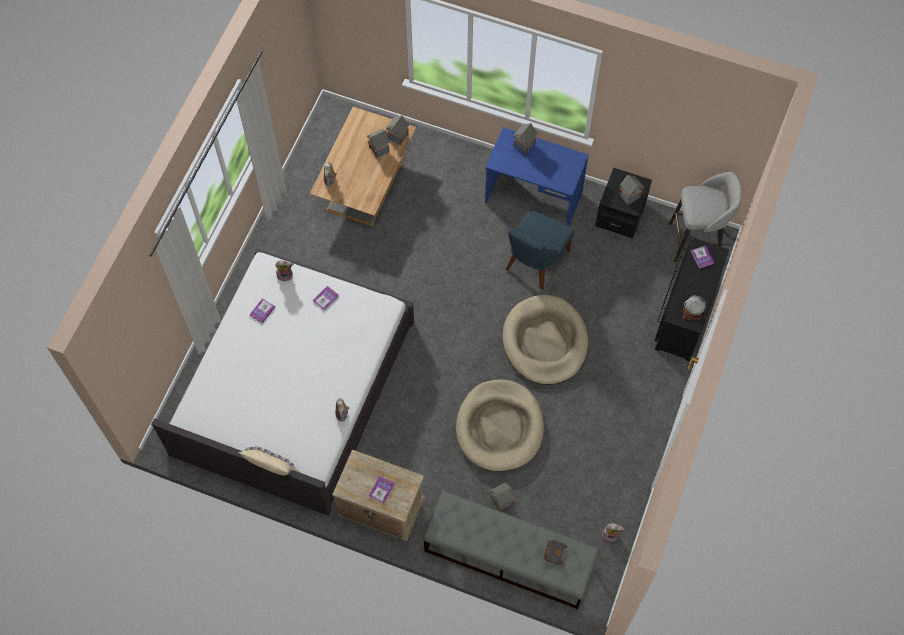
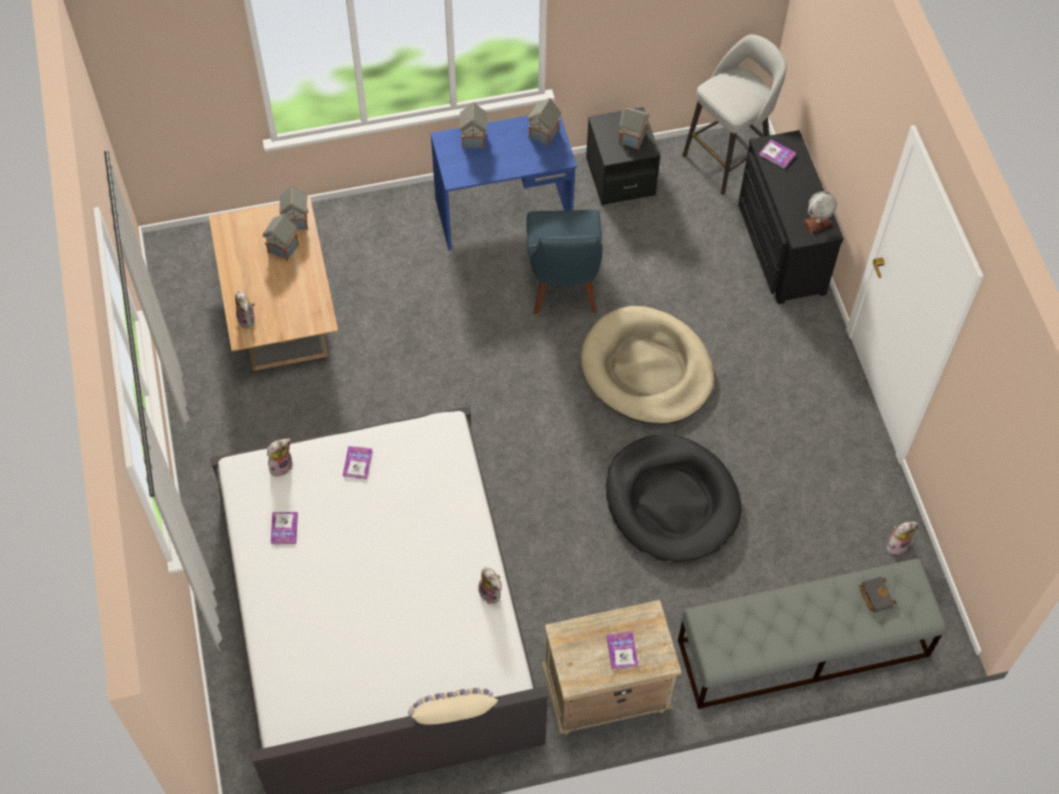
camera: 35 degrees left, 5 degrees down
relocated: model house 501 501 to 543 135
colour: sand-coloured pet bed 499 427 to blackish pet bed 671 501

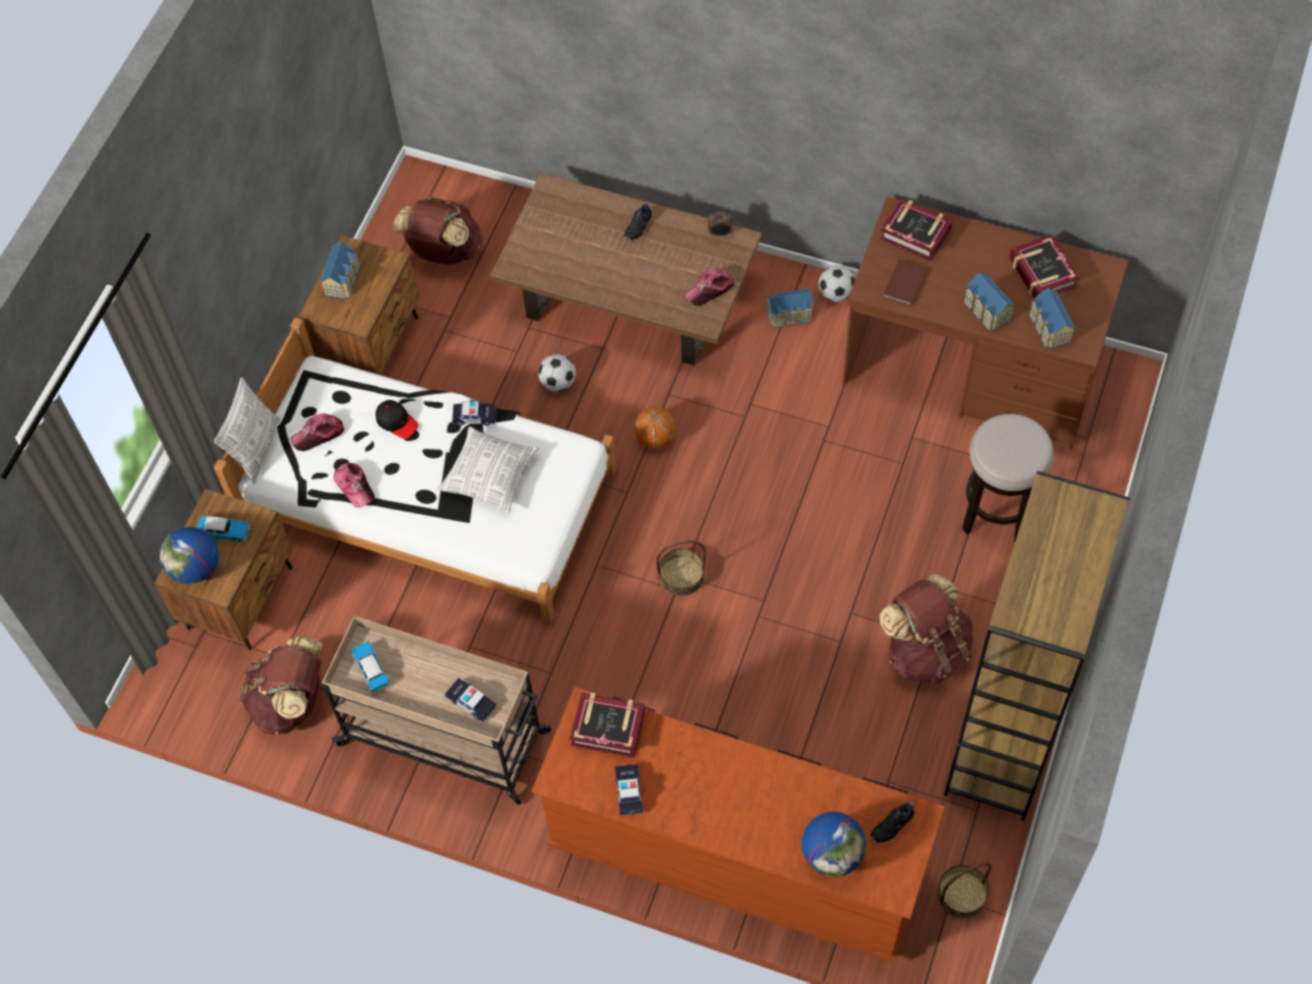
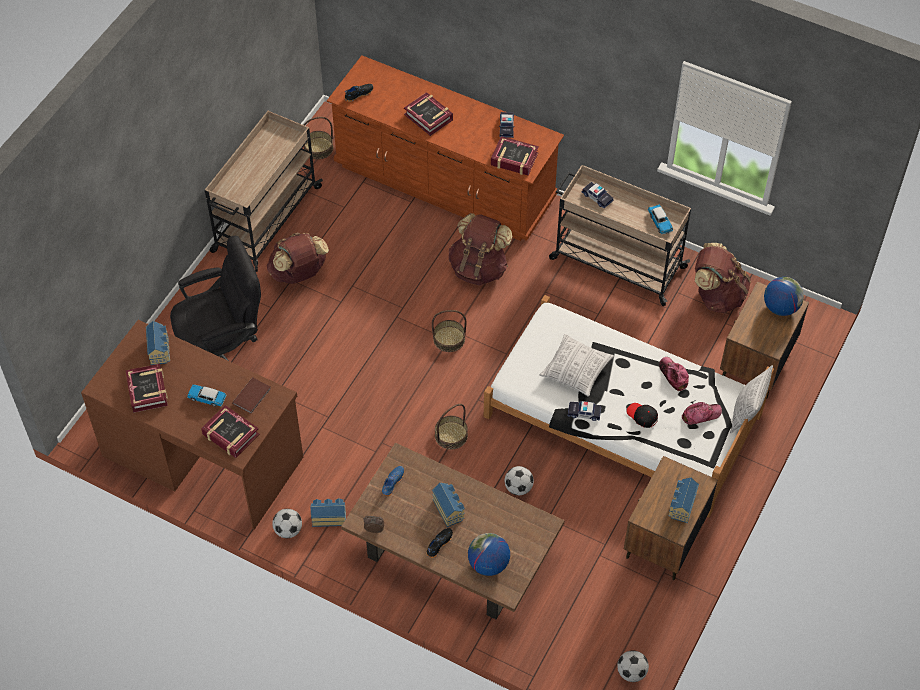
camera: 175 degrees left, 5 degrees down
appeared: volume 428 117; football 631 672
relocated: toy car 224 532 to 207 398; model house 986 311 to 449 509; brown-coloured backpack 444 252 to 479 268; desk globe 832 854 to 488 564
exchanged: sitting stool 996 513 to blackish computer chair 223 351; brown-coloured bookcase 1005 738 to sand-coloured cart 265 220; peaked cap 710 289 to blue shoe 392 482; basketball ball 655 438 to basket 451 435

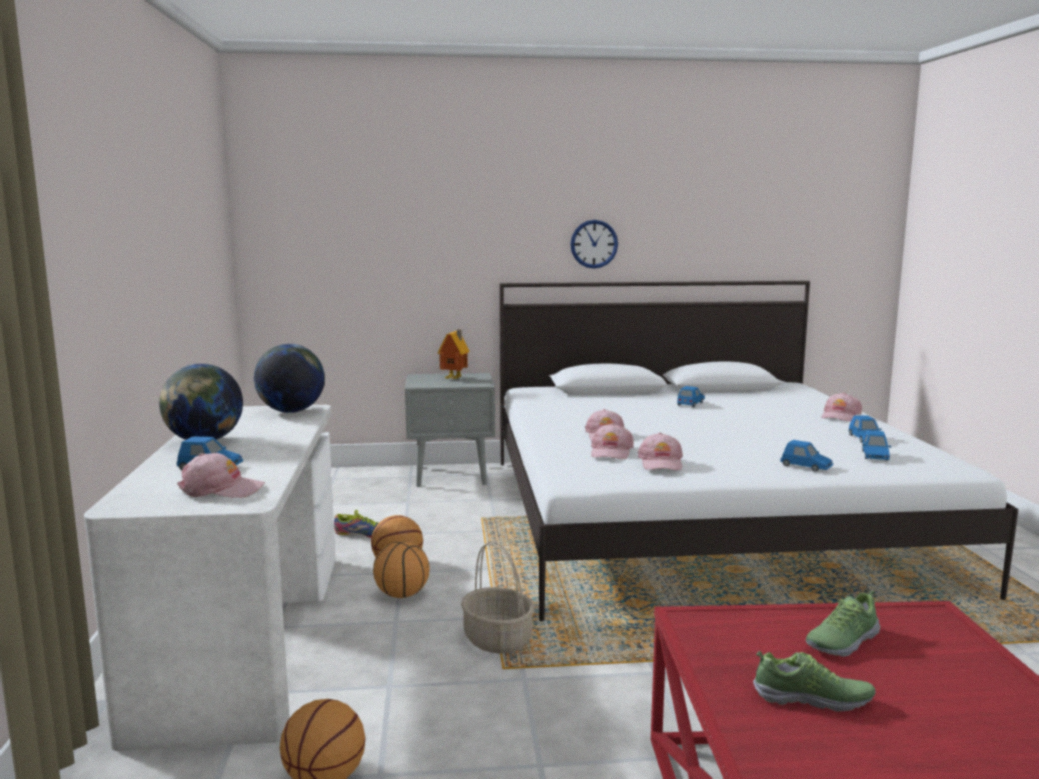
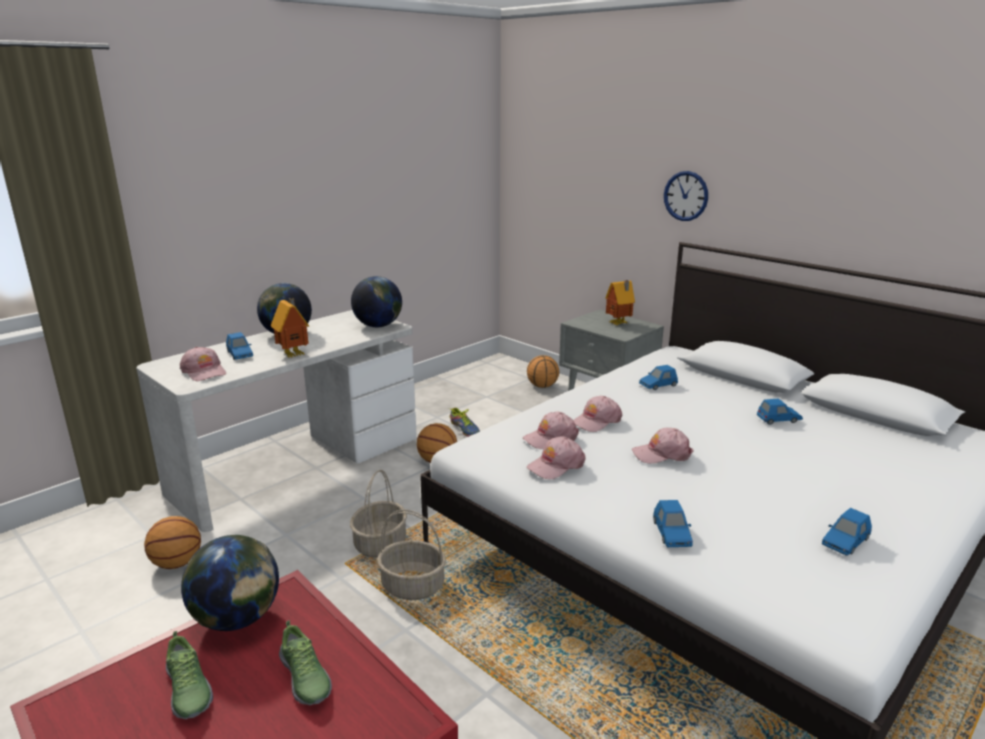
camera: 50 degrees right, 10 degrees up
appeared: desk globe 237 619; model house 294 355; basket 413 586
relocated: basketball ball 402 594 to 542 386; pinkish peaked cap 840 416 to 662 454; blue toy car 875 456 to 658 385; wall clock 594 244 to 686 196
spun: shoe 841 641 = 305 678 135 degrees counterclockwise

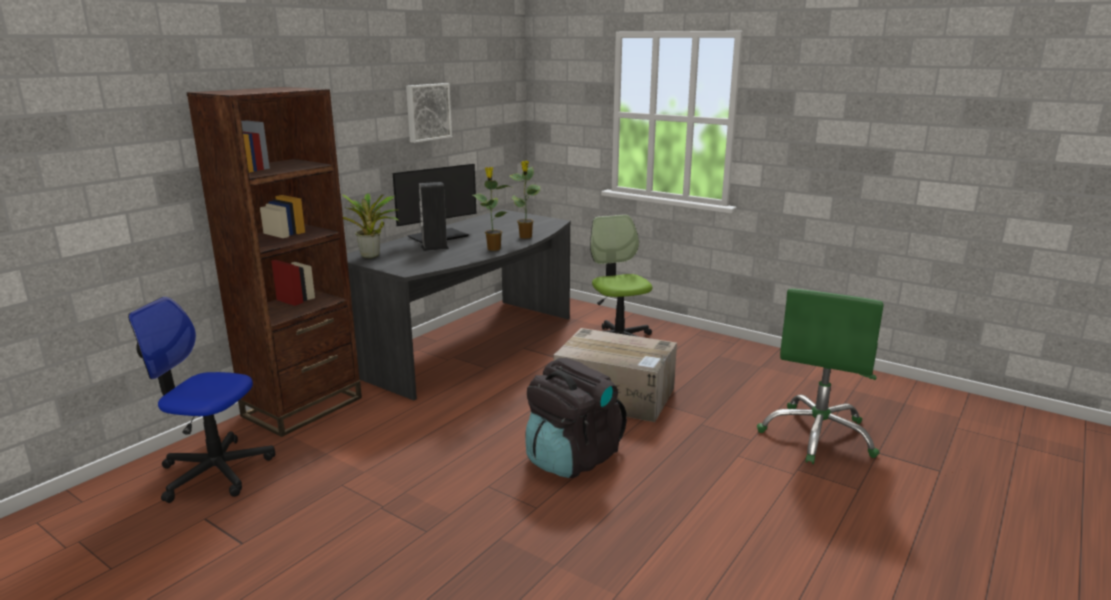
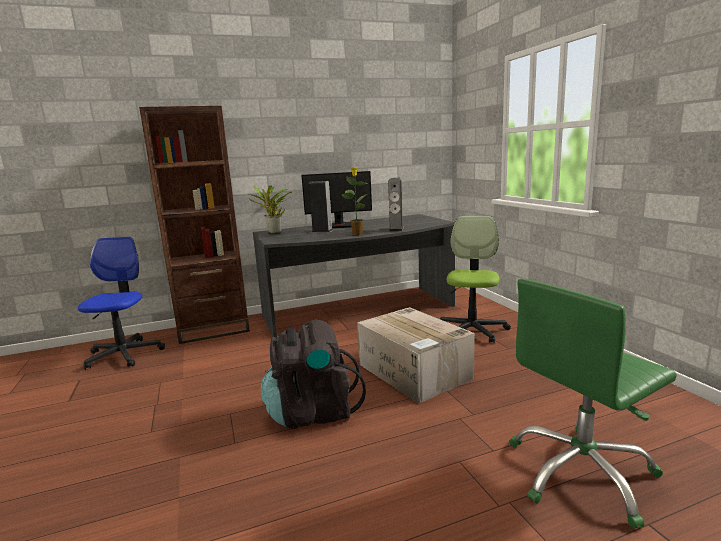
camera: 35 degrees right, 5 degrees down
missing: picture 427 112
exchanged: potted plant 525 237 to loudspeaker 396 229
spun: computer chair 215 471 = 124 354 45 degrees clockwise

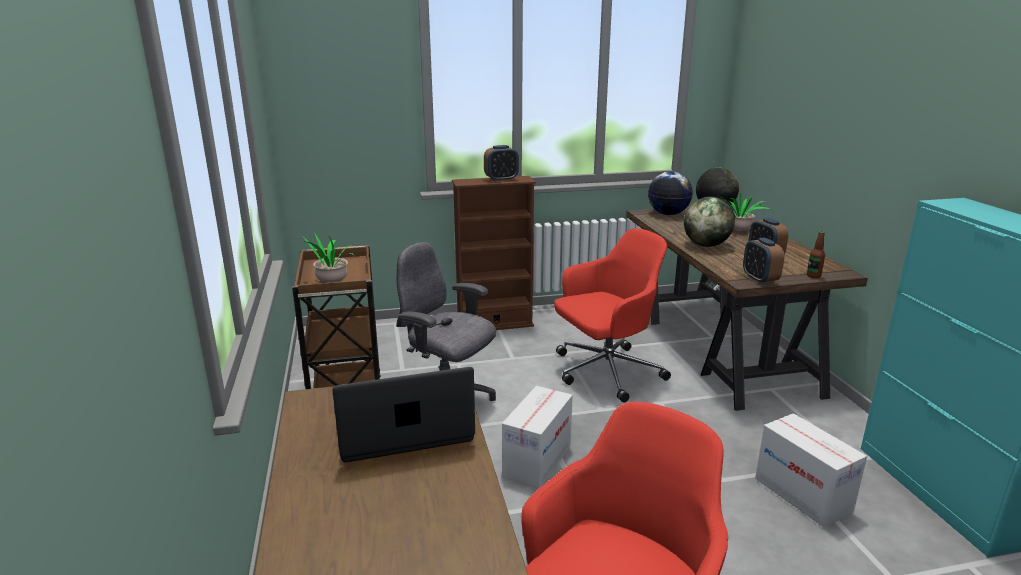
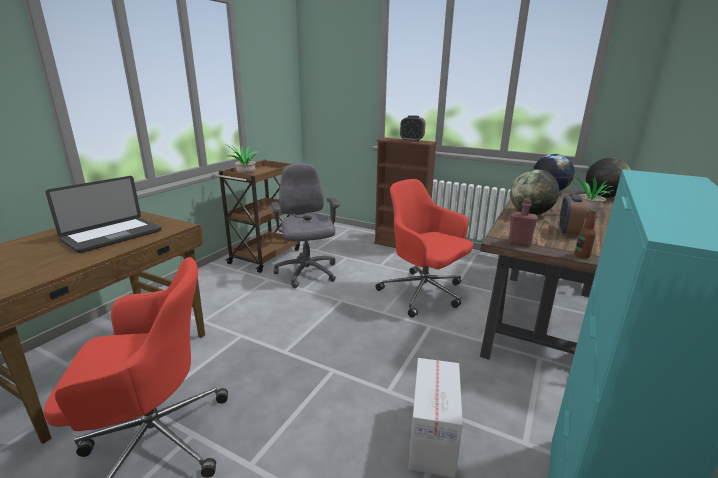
camera: 40 degrees right, 0 degrees up
missing: cardboard box 537 460
exchanged: alarm clock 760 279 to red bottle 519 243
spun: notebook computer 404 432 = 113 236 105 degrees clockwise; red computer chair 605 372 = 424 293 150 degrees counterclockwise

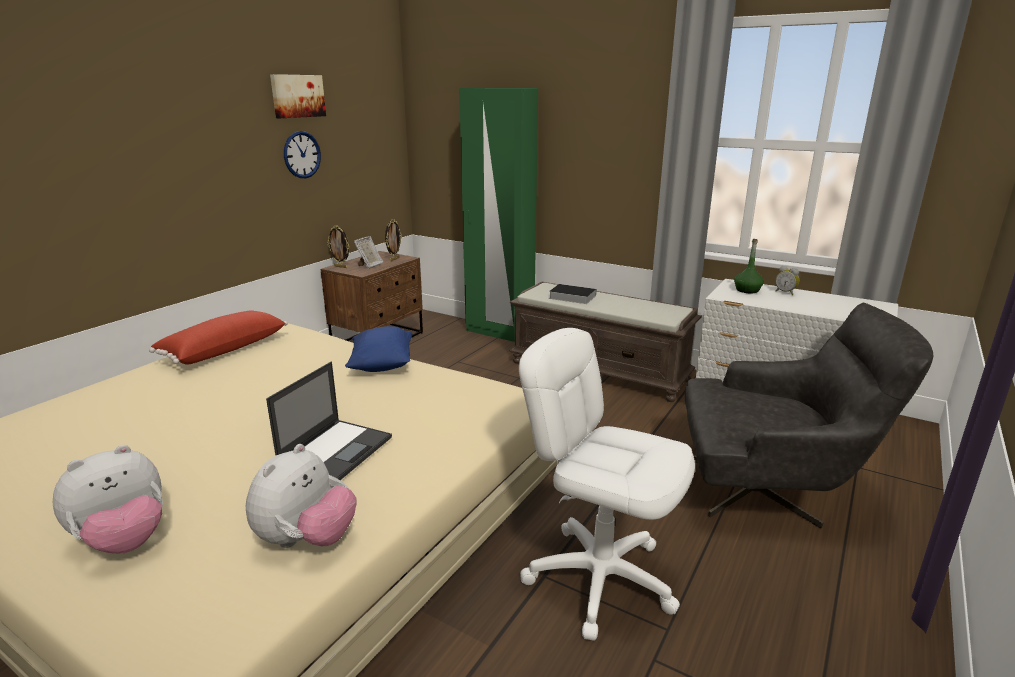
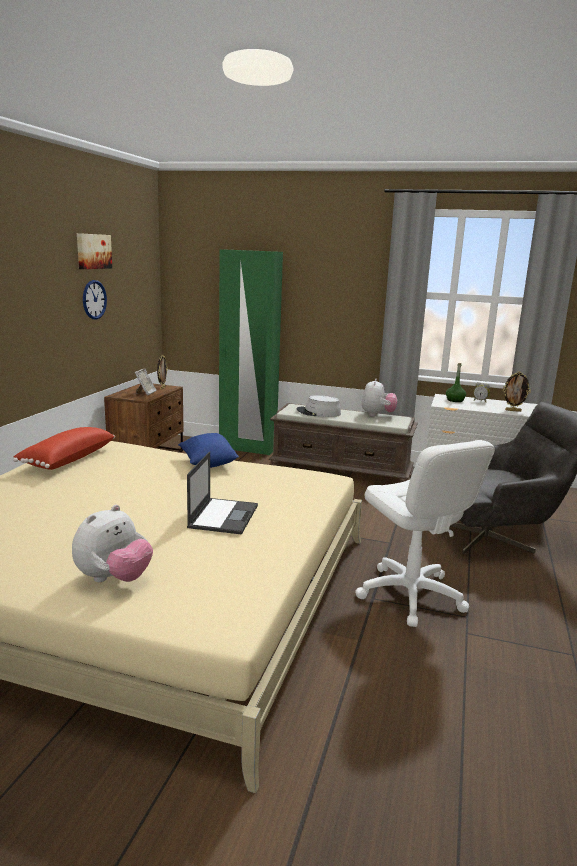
camera: 15 degrees left, 5 degrees down
relocated: plush toy 306 540 to 377 415; standing frame 341 267 to 513 410
exchanged: volume 570 297 to greyish hat 318 412
spun: white computer chair 600 578 = 410 595 135 degrees counterclockwise

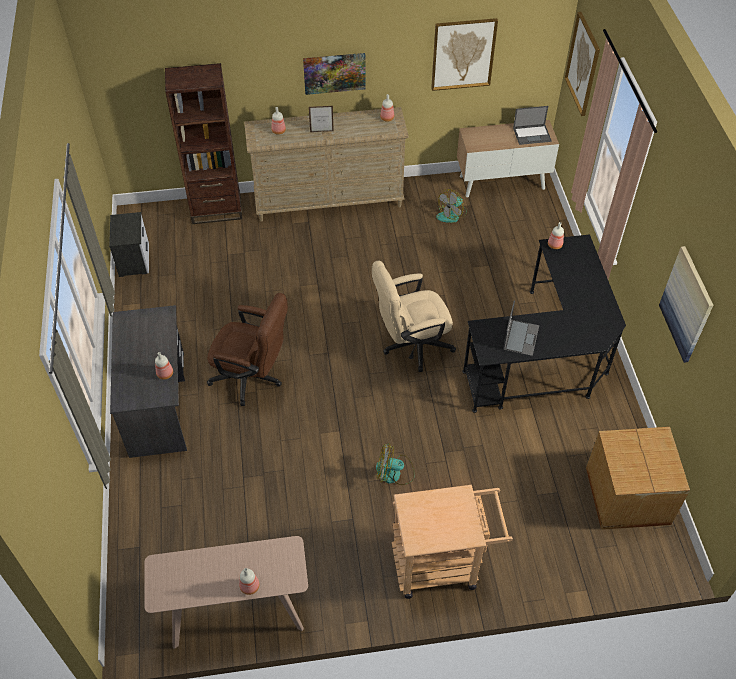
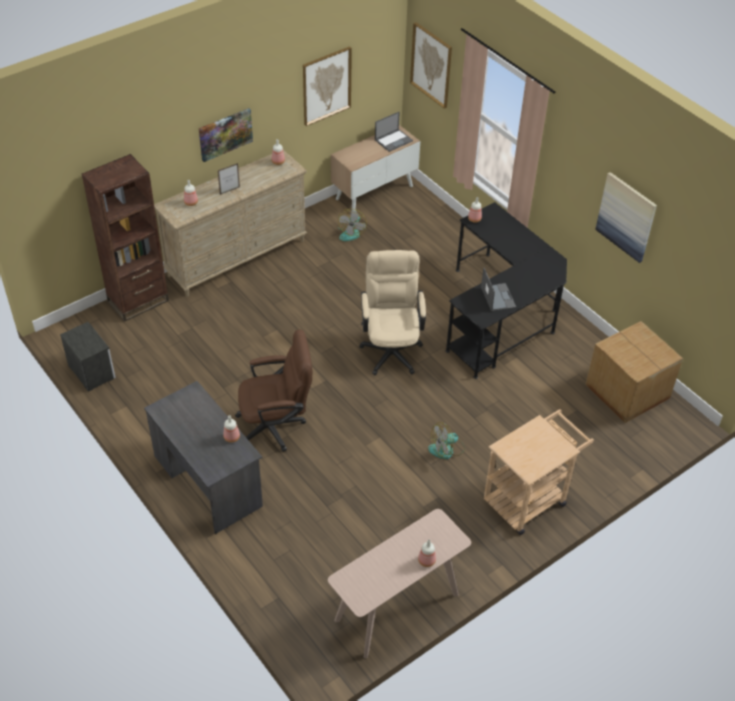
camera: 30 degrees left, 5 degrees down
spun: sand-coloured computer chair 411 345 = 391 348 135 degrees clockwise

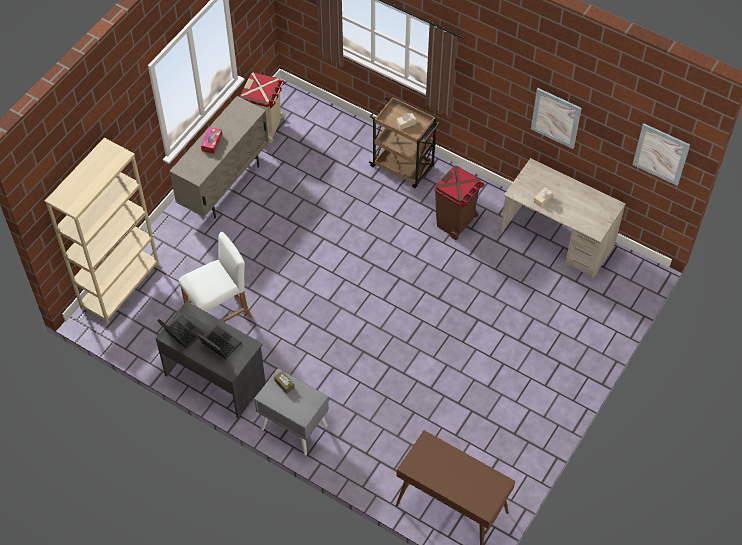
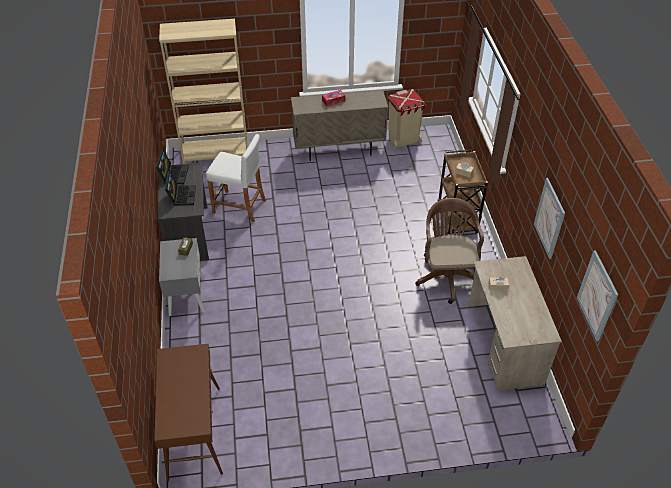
camera: 50 degrees right, 10 degrees down
exchanged: brown-coloured rubbish bin 455 222 to brown-coloured computer chair 447 275

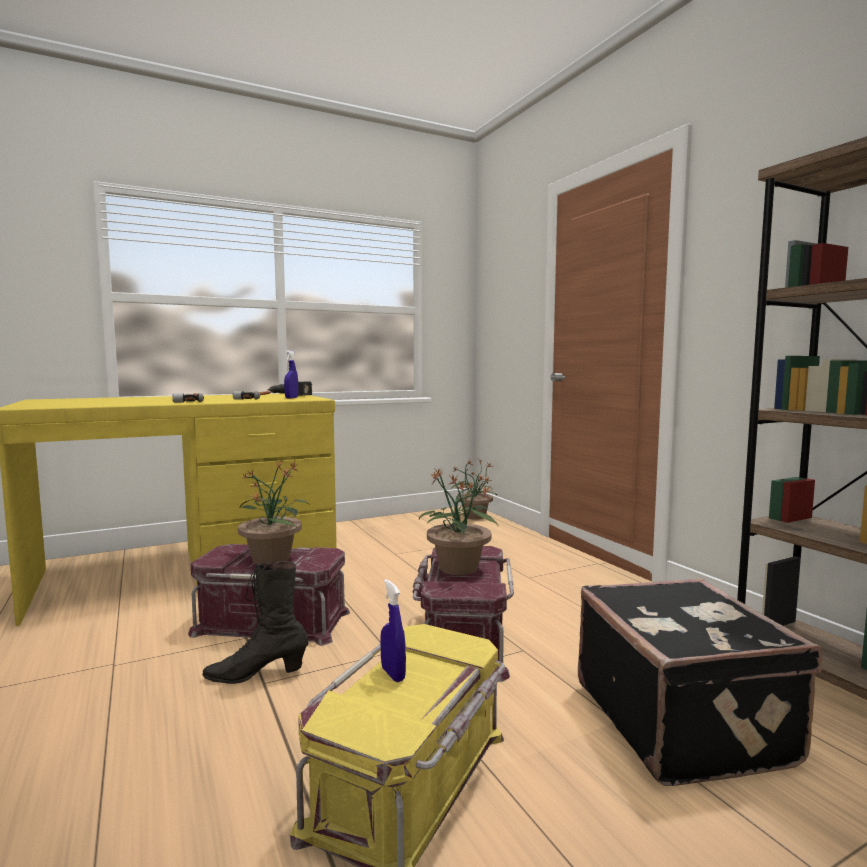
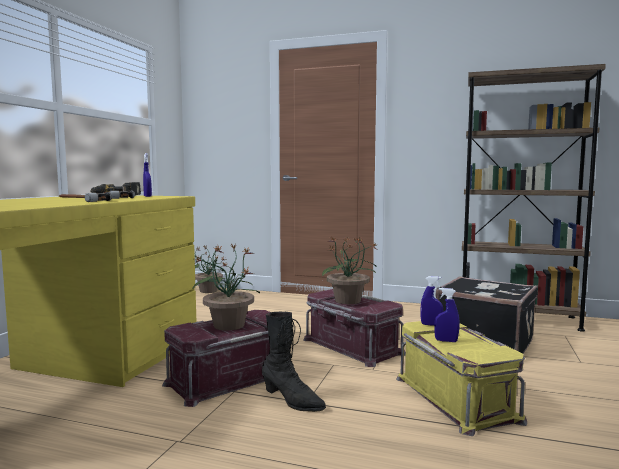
camera: 45 degrees left, 0 degrees up
appeared: blue sprayer 431 325
spun: blackish high-top boot 256 674 = 292 401 90 degrees counterclockwise

